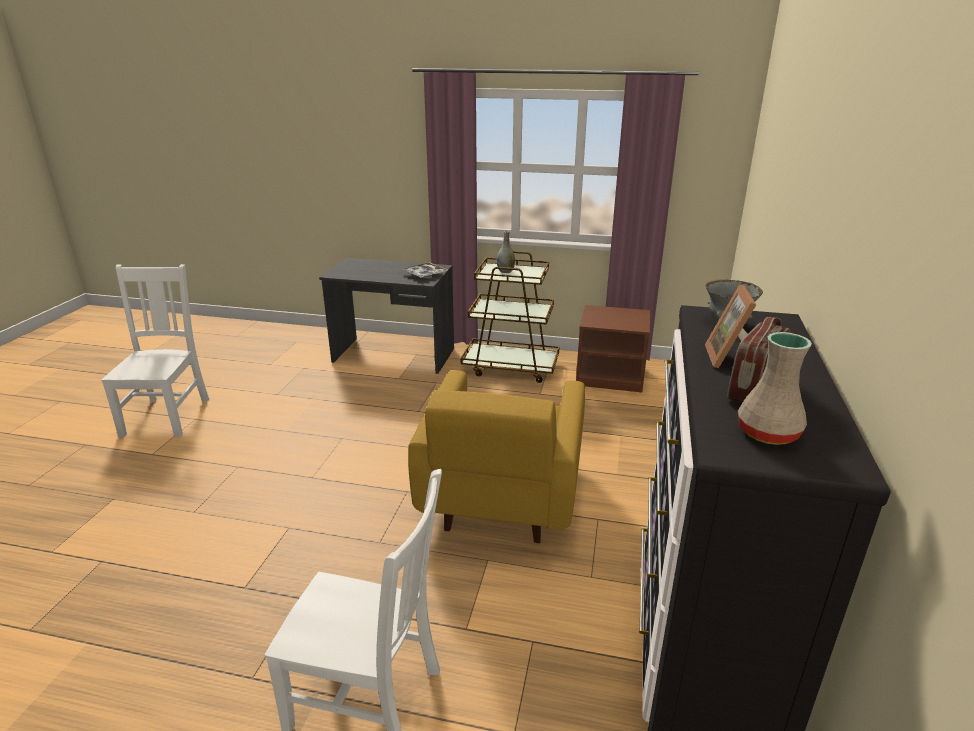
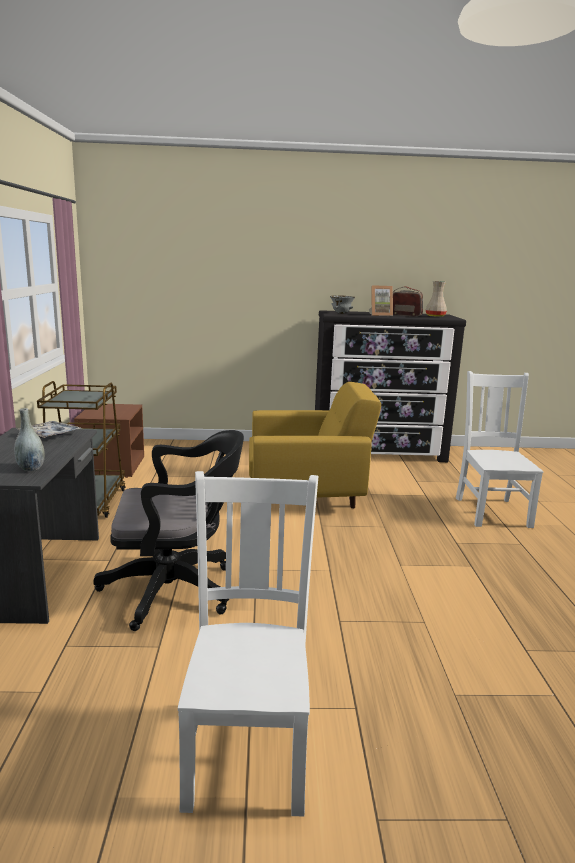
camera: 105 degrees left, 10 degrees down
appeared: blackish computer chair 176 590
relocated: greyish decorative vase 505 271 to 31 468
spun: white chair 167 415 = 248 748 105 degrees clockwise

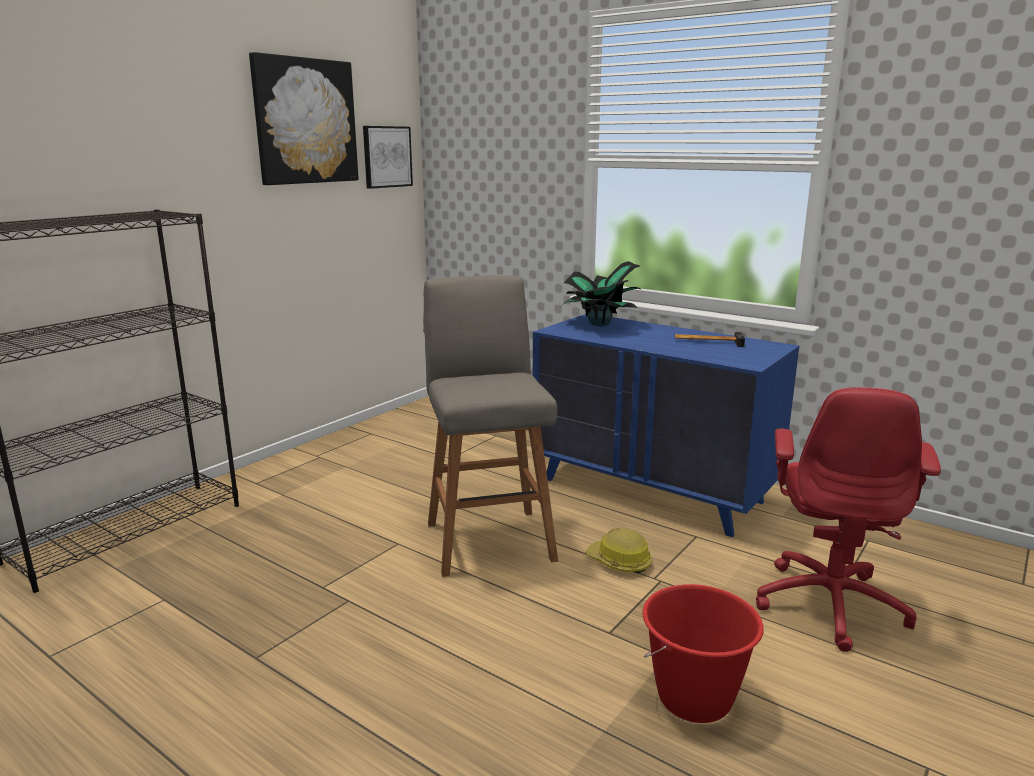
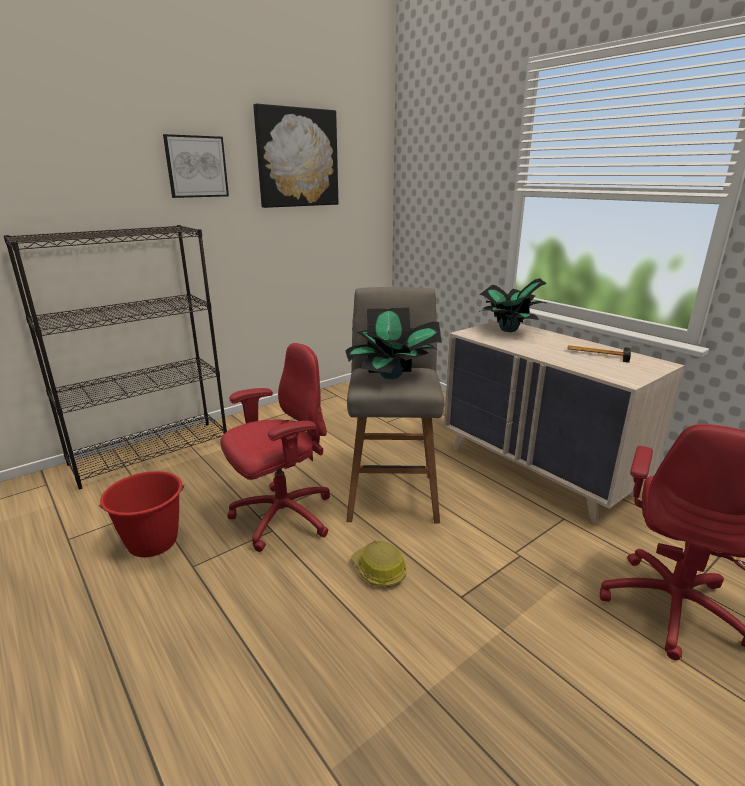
camera: 15 degrees right, 5 degrees up
appeared: red computer chair 281 517; potted plant 392 376
relocated: red bucket 695 698 to 153 543; picture 386 157 to 196 167; hard hat 619 562 to 379 571
colour: blue dresser 652 490 to sand-coloured dresser 538 470

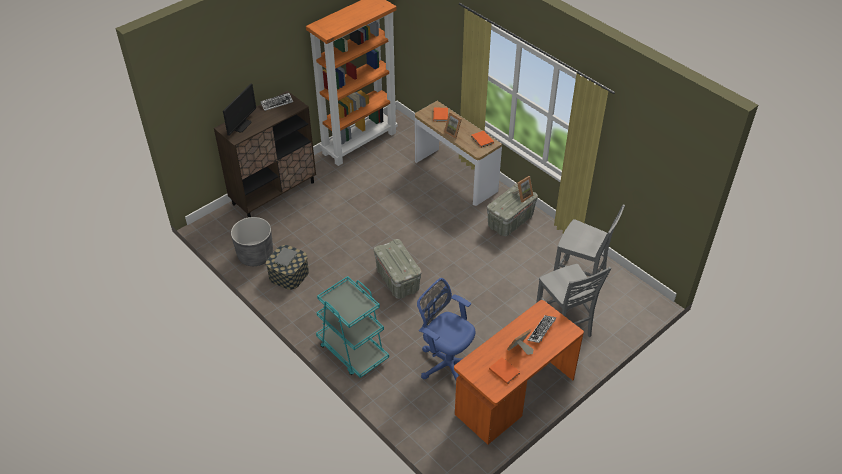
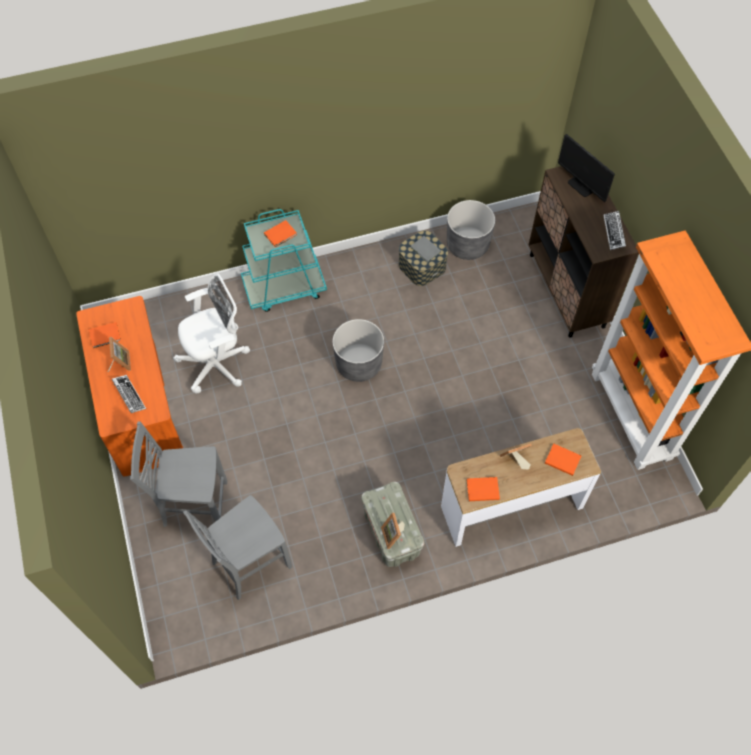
camera: 115 degrees right, 15 degrees up
appeared: orangey volume 281 234
exchanged: greyish storage bin 397 280 to greyish plant pot 359 364
colour: blue computer chair 447 364 to white computer chair 217 363

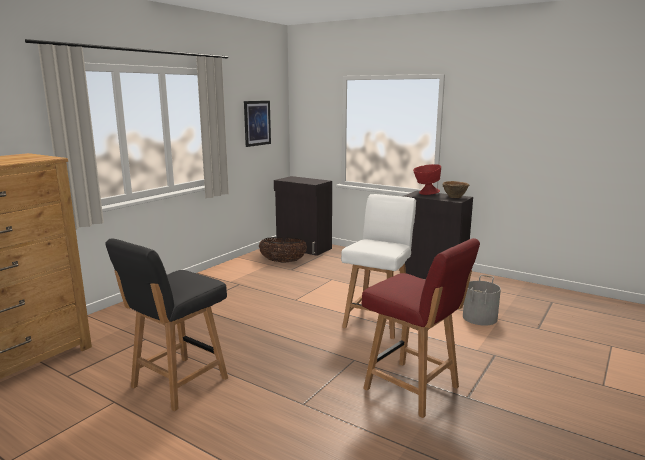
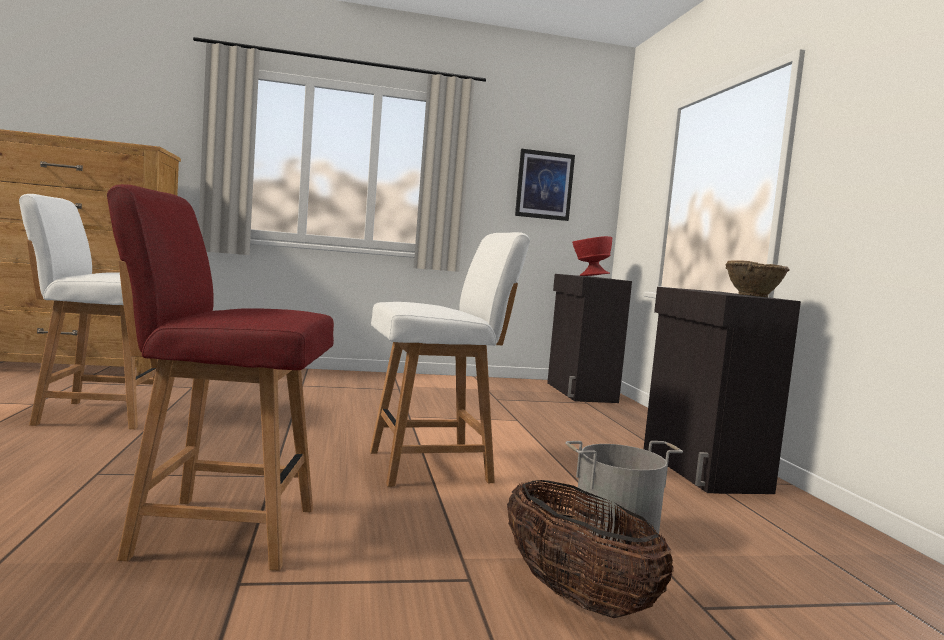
camera: 45 degrees right, 10 degrees down
relocated: basket 283 261 to 575 596; red bowl 425 193 to 588 276
colour: blackish chair 178 383 to white chair 98 415
spun: red chair 413 389 = 220 531 90 degrees clockwise

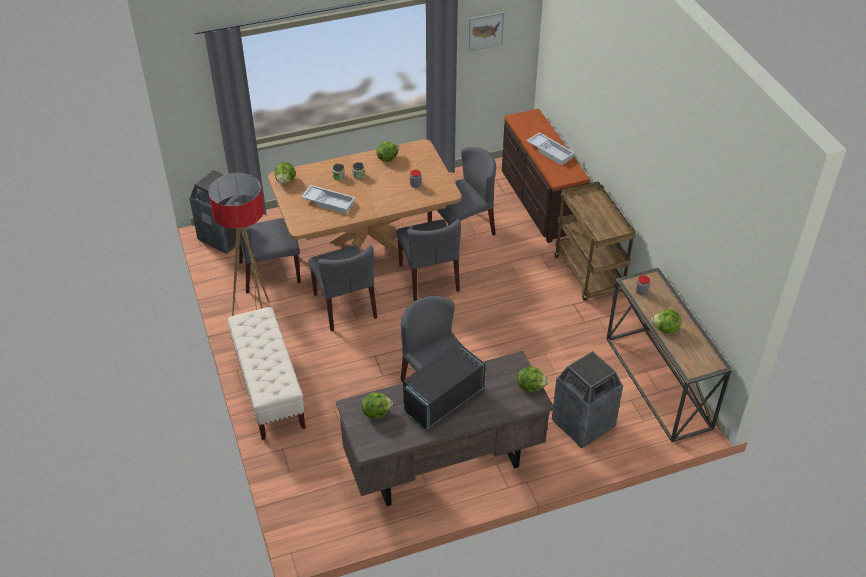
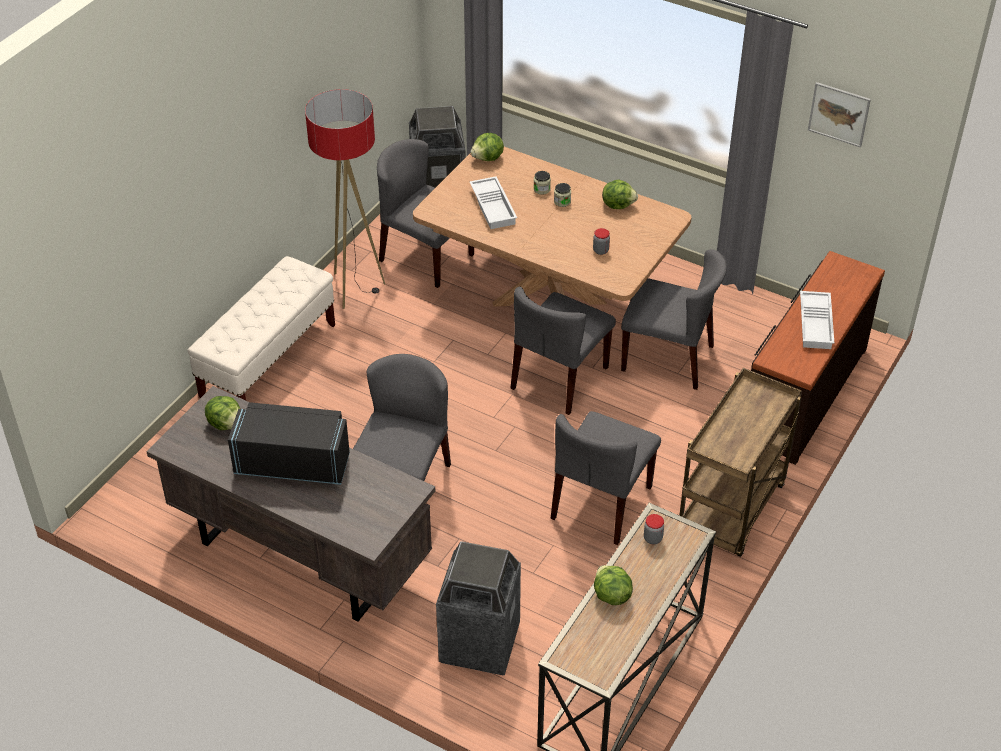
camera: 50 degrees right, 0 degrees up
missing: lettuce 531 386
relocated: greyish chair 345 306 to 602 503

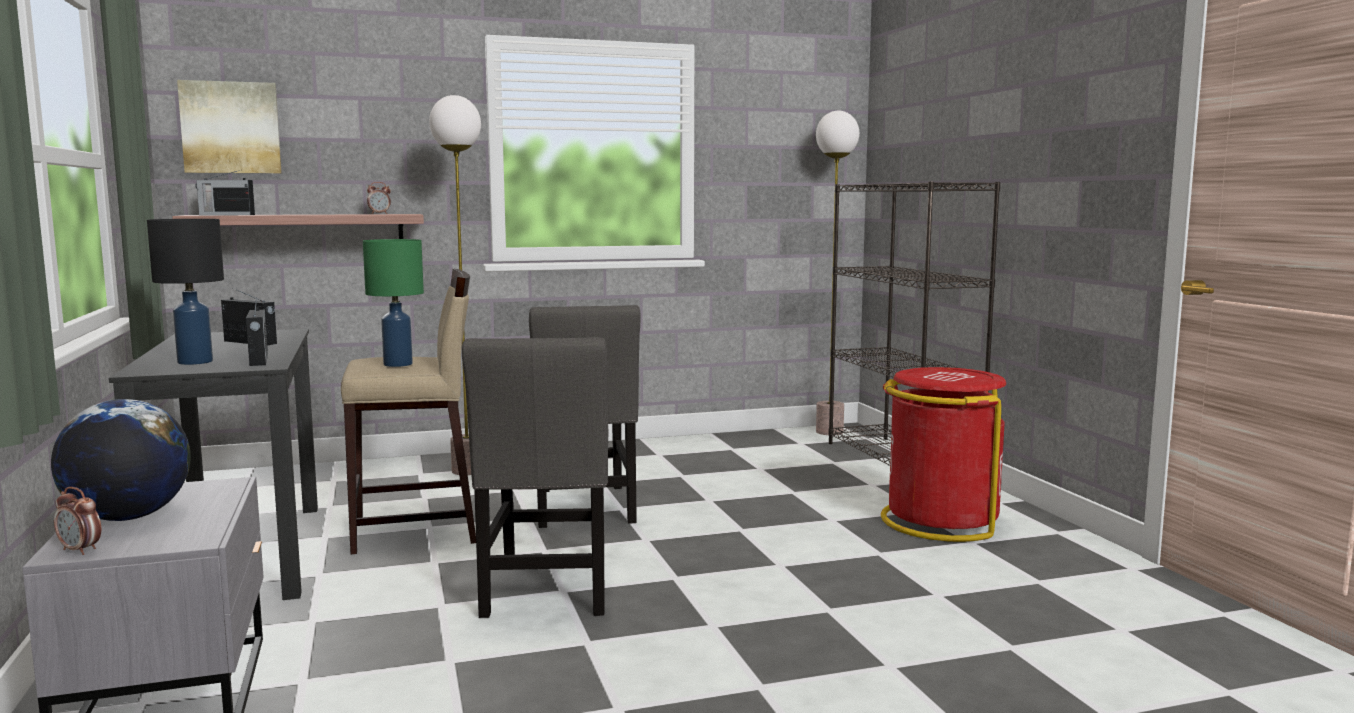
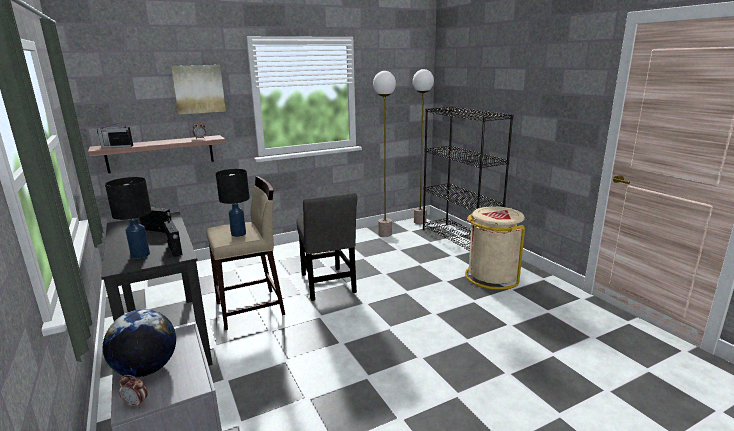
camera: 10 degrees left, 10 degrees up
missing: greyish chair 547 589
relocated: picture 231 128 to 198 89; standing lamp 468 470 to 385 234
colour: green tabletop lamp 397 364 to blackish tabletop lamp 238 234; red rubbish bin 940 521 to sand-coloured rubbish bin 491 277

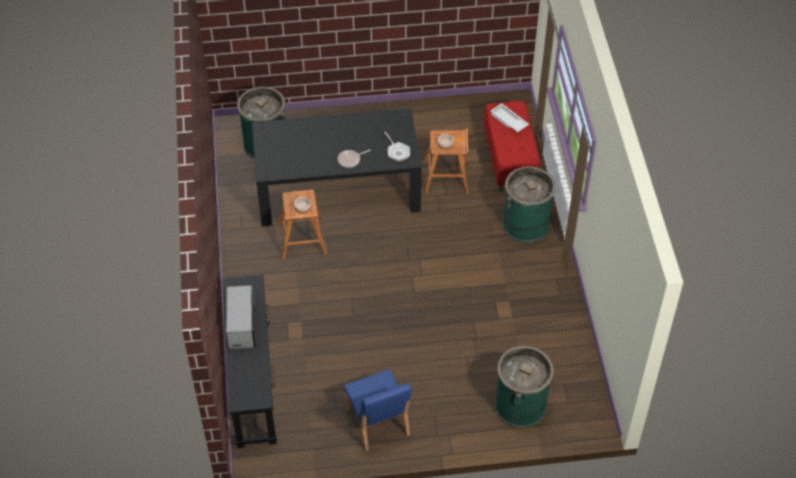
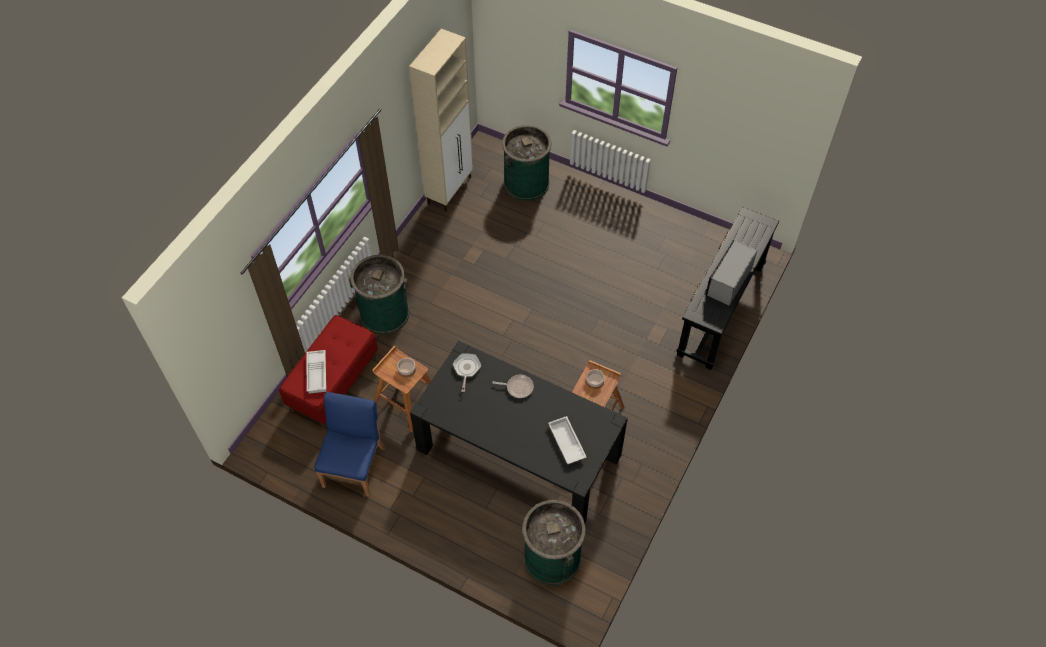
camera: 145 degrees left, 5 degrees up
appeared: sand-coloured storage cabinet 450 190; white serving tray 566 442
relocated: blue chair 377 422 to 355 466

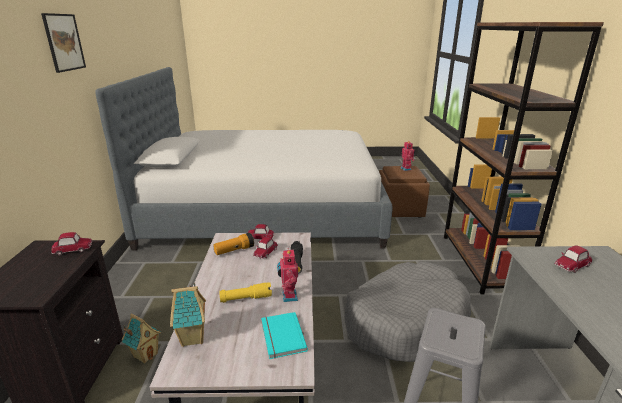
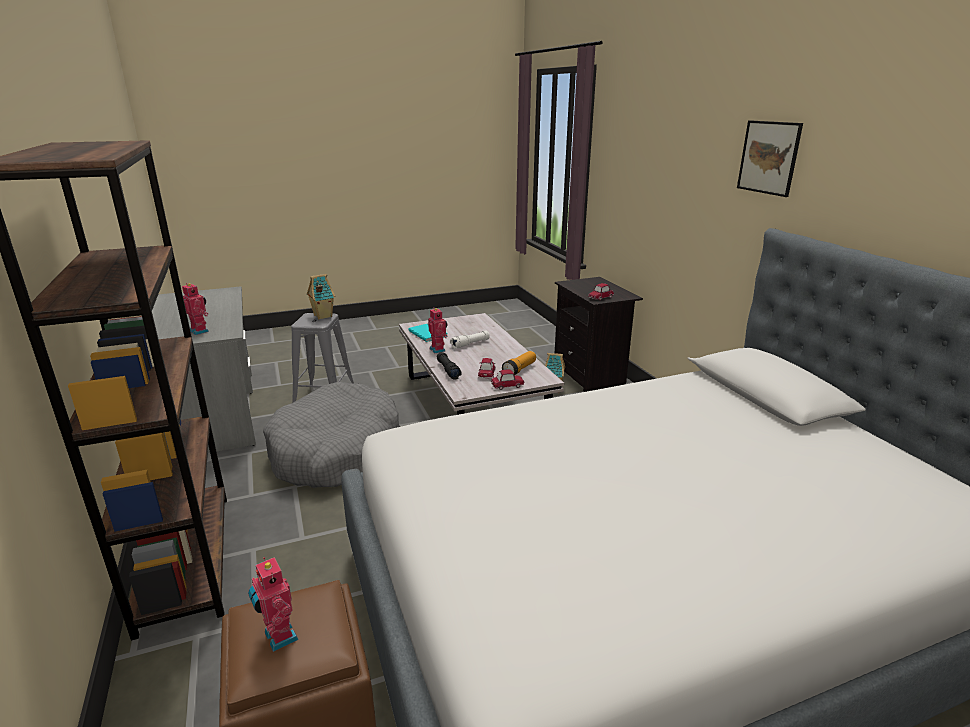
camera: 160 degrees right, 0 degrees up
relocated: model house 193 338 to 322 316
exchanged: toy car 571 265 to model robot 200 331
colour: yellowish torch 246 298 to white torch 470 344

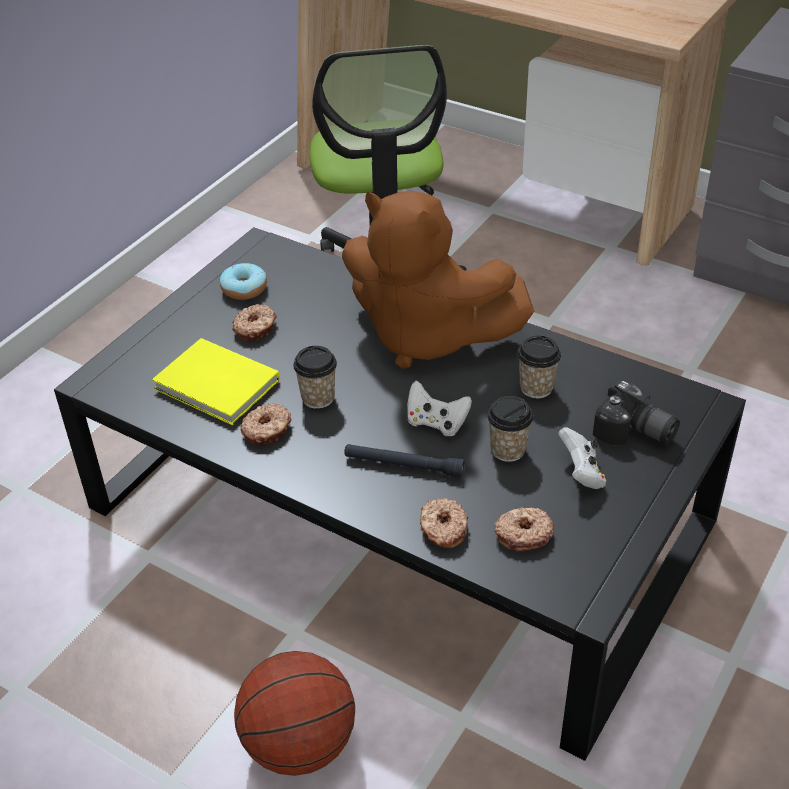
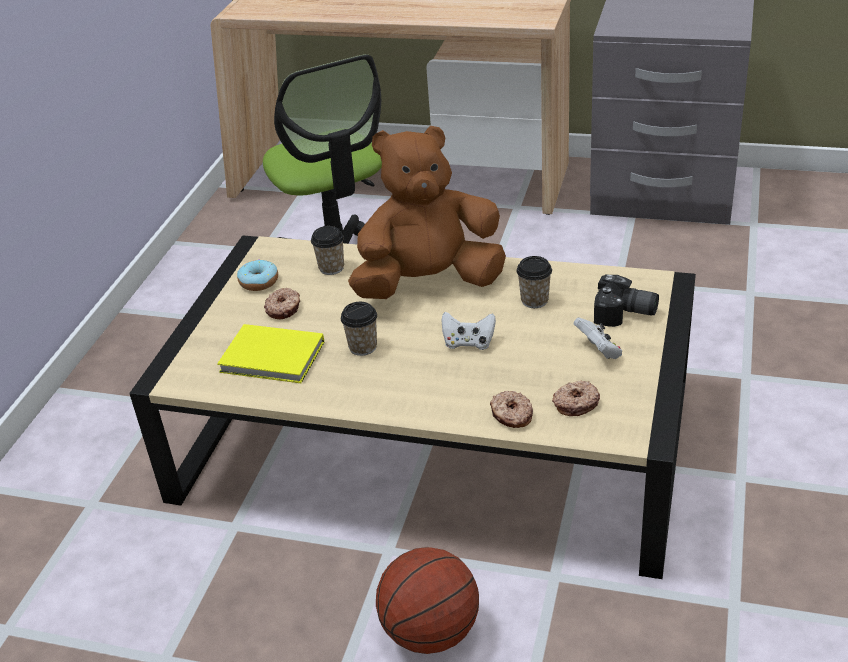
camera: 15 degrees left, 5 degrees down
missing: ring doughnut 267 430; blackish torch 403 465
relocated: cup 508 450 to 331 268
colour: blackish low table 395 515 to sand-coloured low table 431 442
spun: brown-coloured plush toy 426 336 = 429 283 150 degrees clockwise

